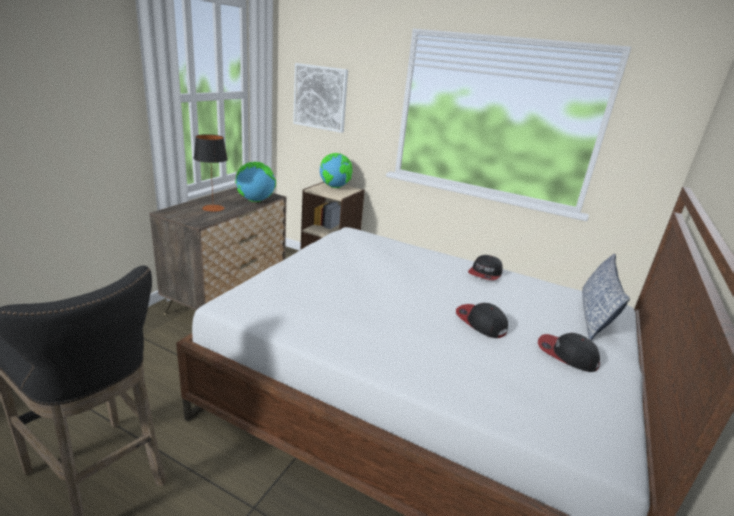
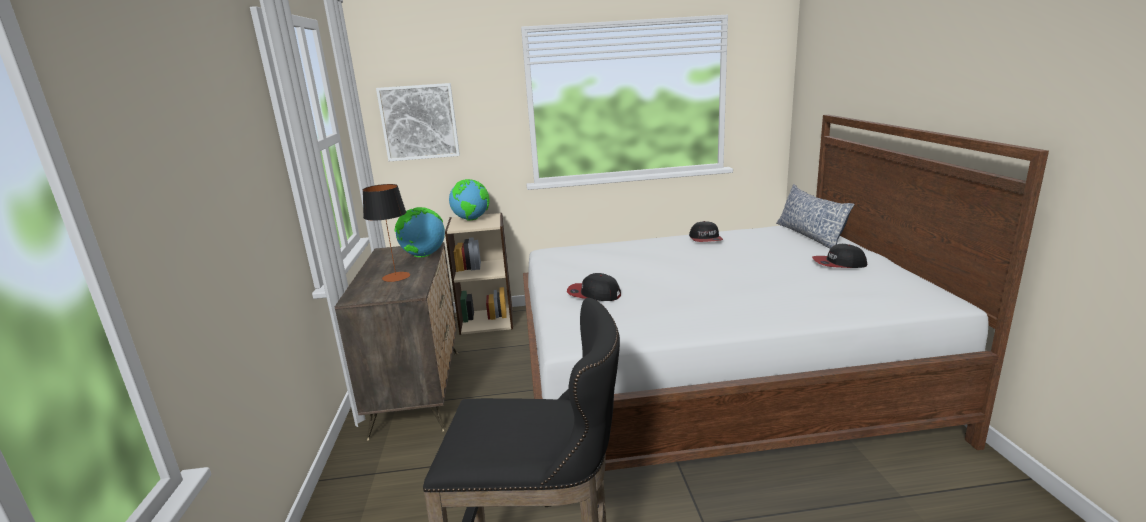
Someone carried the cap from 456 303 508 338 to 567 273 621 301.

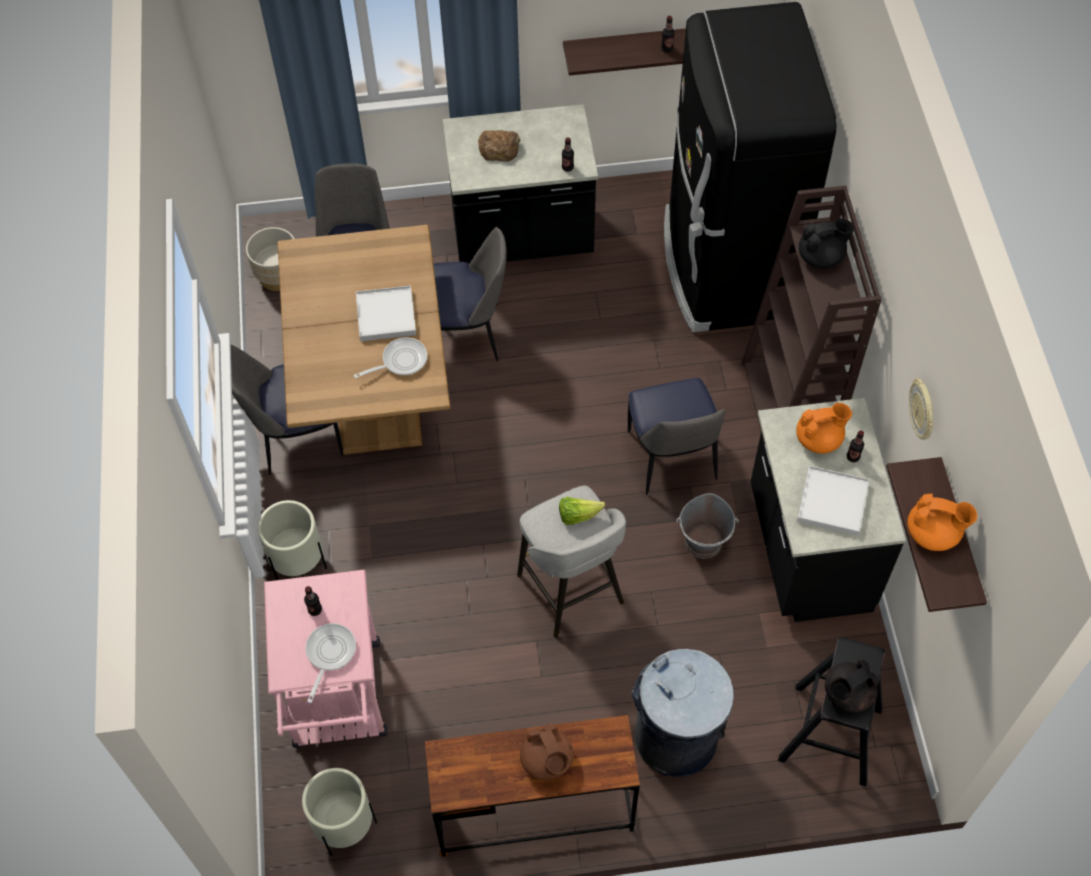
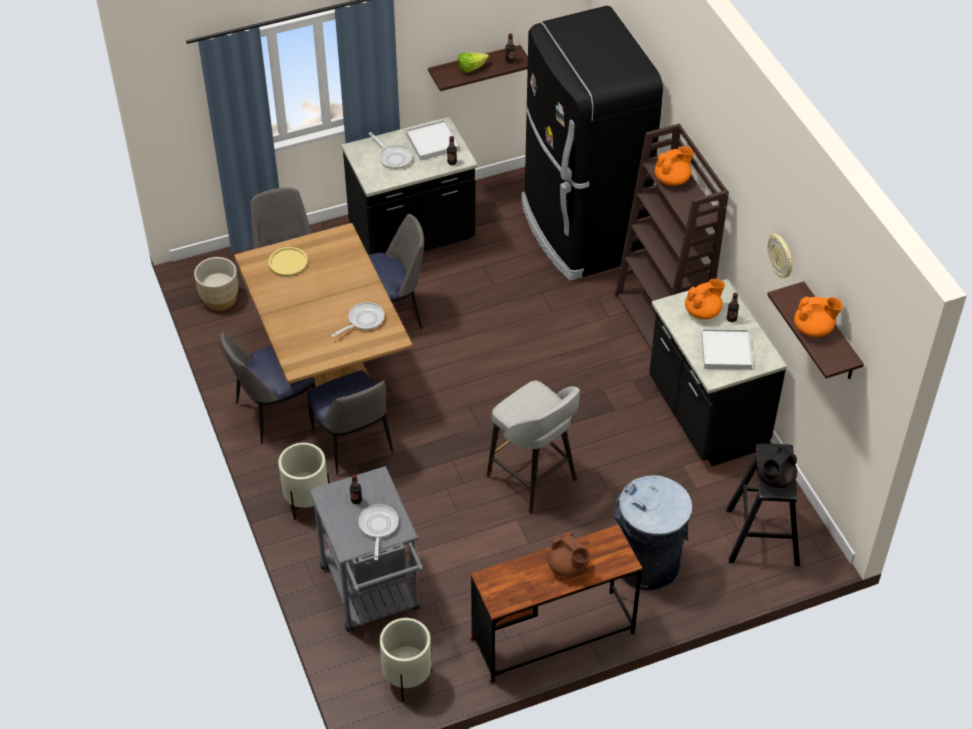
Someone repainted the cart (pink) at 264 569 387 748, which became the cart (grey) at 309 466 423 632.
Someone carried the tray (white) from 356 286 416 341 to 406 120 460 161.
Someone swapped the bread at 478 130 520 162 for the frying pan at 369 132 412 169.
Someone carried the lettuce from 559 497 605 525 to 458 53 489 73.
Someone carried the chair from 628 378 725 495 to 306 370 393 475.
Someone took away the bucket (grey) at 676 493 739 558.
Someone repainted the teapot (black) at 799 218 854 269, which became the teapot (orange) at 655 146 694 186.
Someone put down the plate (yellow) at 269 247 308 277.

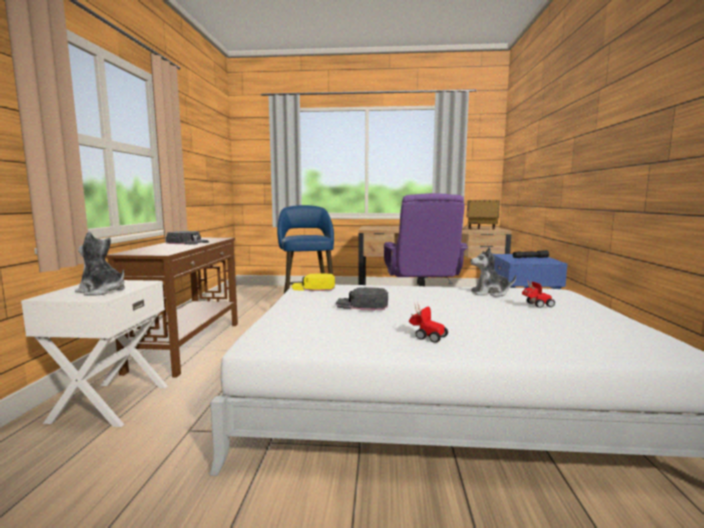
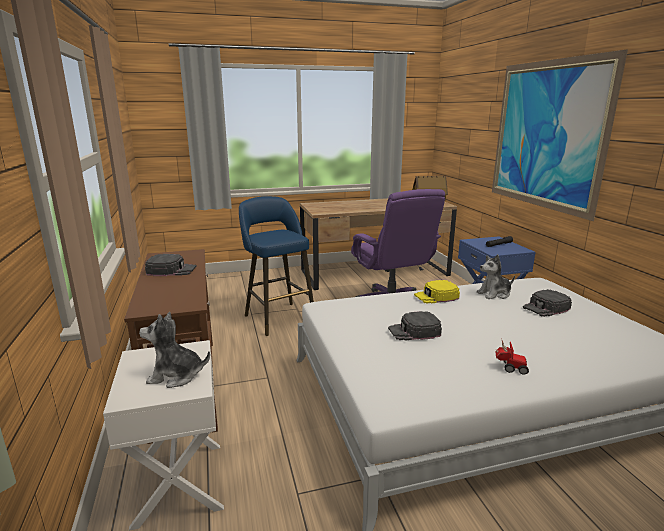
Someone carried the cap (yellow) from 292 273 335 291 to 414 280 460 304.
Someone swapped the toy car at 522 280 555 308 for the cap (black) at 523 289 572 317.
Someone put up the picture at 492 49 628 221.

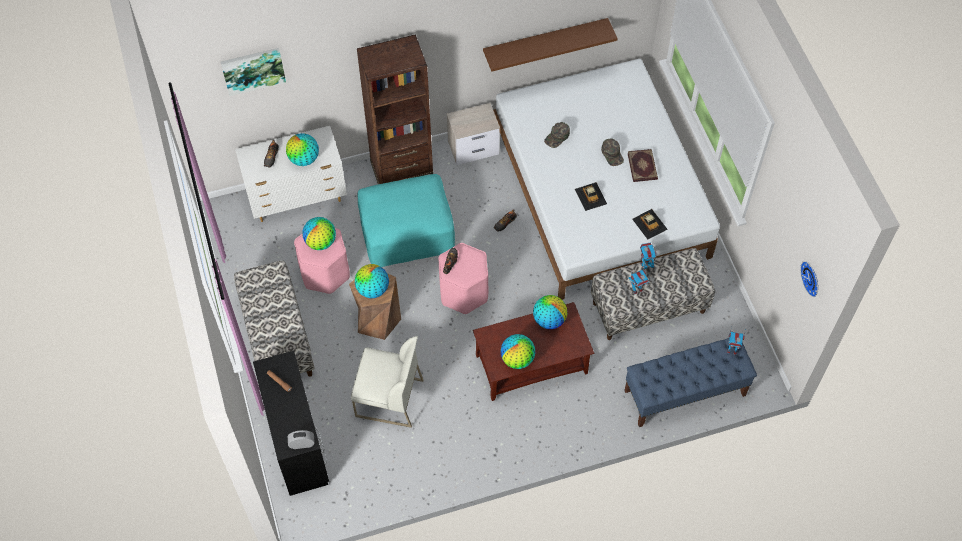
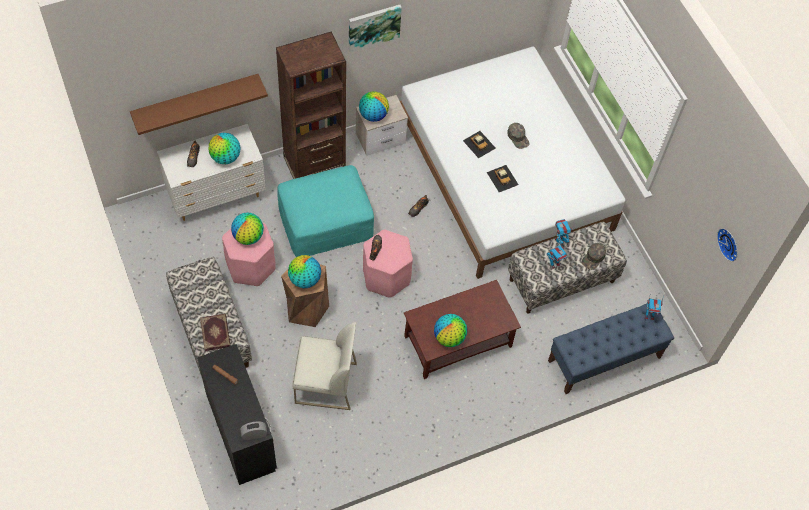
Someone carried the picture from 221 48 286 96 to 349 5 402 53.
Someone carried the shelf (brown) from 483 18 618 72 to 130 74 268 135.
Someone carried the globe from 533 295 567 329 to 359 91 389 122.
Someone carried the cap (green) from 544 122 570 148 to 582 243 606 270.
Someone carried the book from 628 149 658 182 to 200 314 231 351.
Someone carried the toy car from 632 209 668 239 to 463 131 496 158.

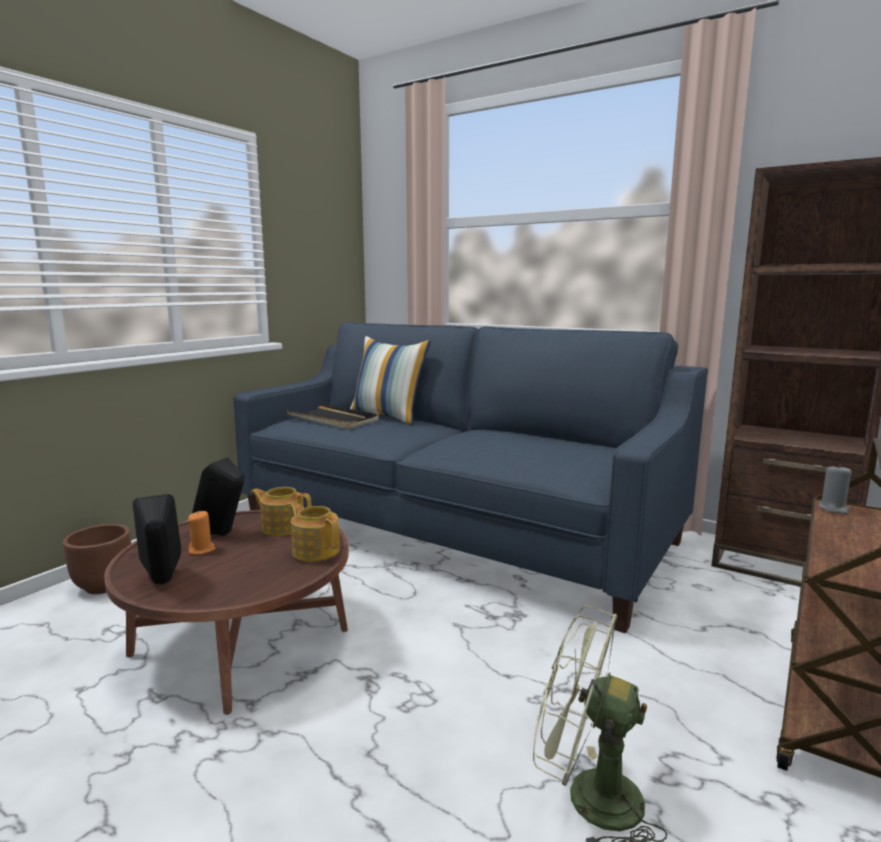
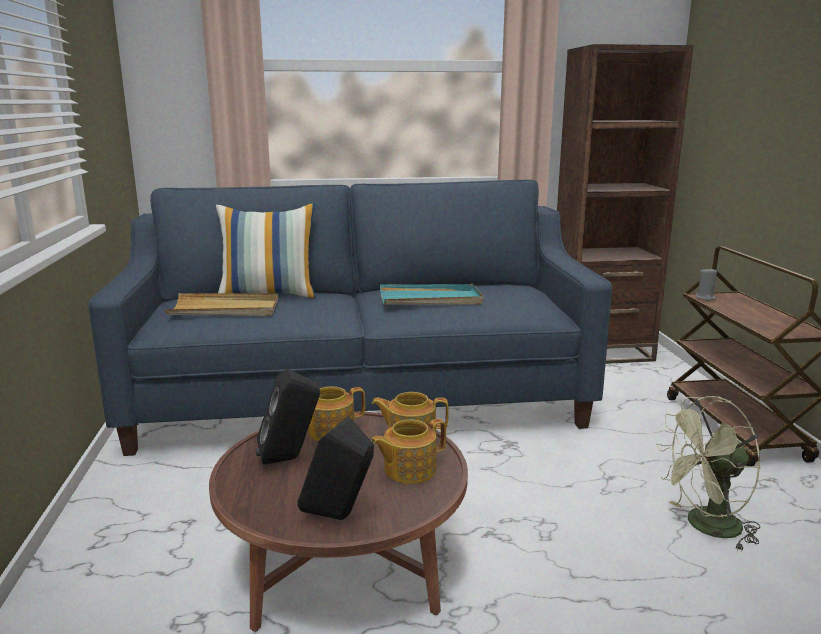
Someone took away the planter (brown) at 63 524 131 594.
Someone took away the candle (orange) at 188 511 215 555.
Someone repainted the tray (black) at 286 403 379 429, which became the tray (beige) at 164 293 278 316.
Someone put down the teapot at 371 419 446 484.
Someone put down the tray (turquoise) at 380 284 483 305.

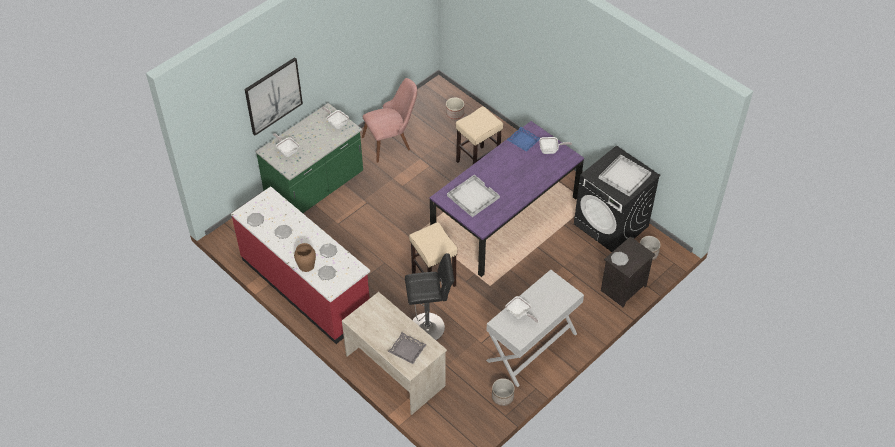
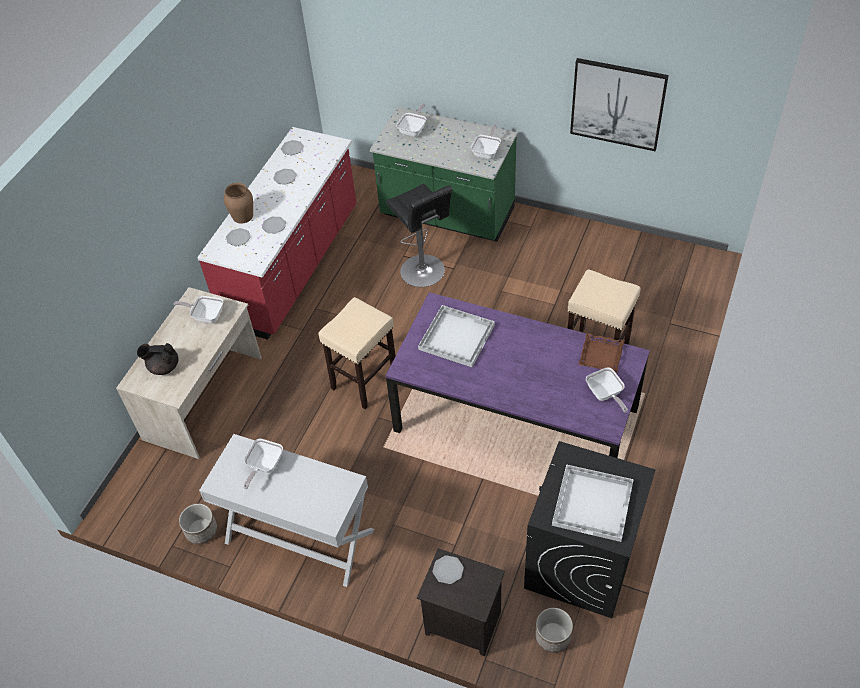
Someone carried the picture from 245 57 303 135 to 570 58 669 151.
Someone took away the chair (pink) at 362 78 417 163.
Someone swapped the tray (grey) at 388 333 427 364 for the teapot (black) at 137 343 178 375.
Someone carried the stool (black) from 405 253 454 340 to 386 184 453 287.
Someone took away the planter at 446 98 464 120.
Someone repainted the tray (blue) at 507 127 540 152, which became the tray (brown) at 578 333 625 373.
Someone put down the frying pan at 174 296 223 324.

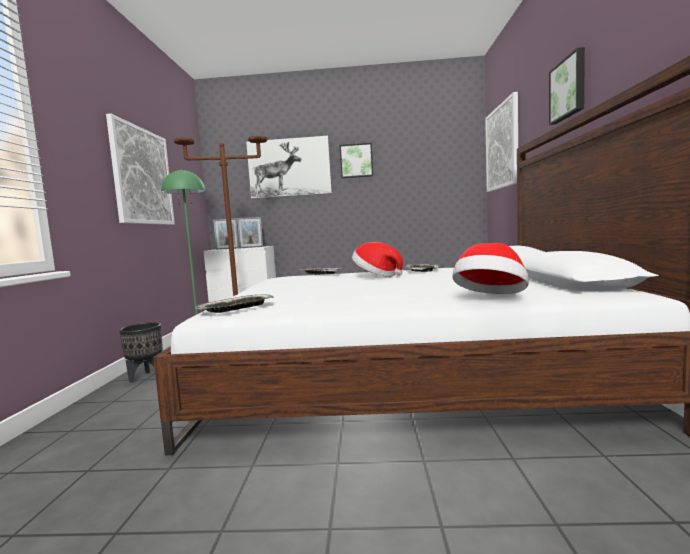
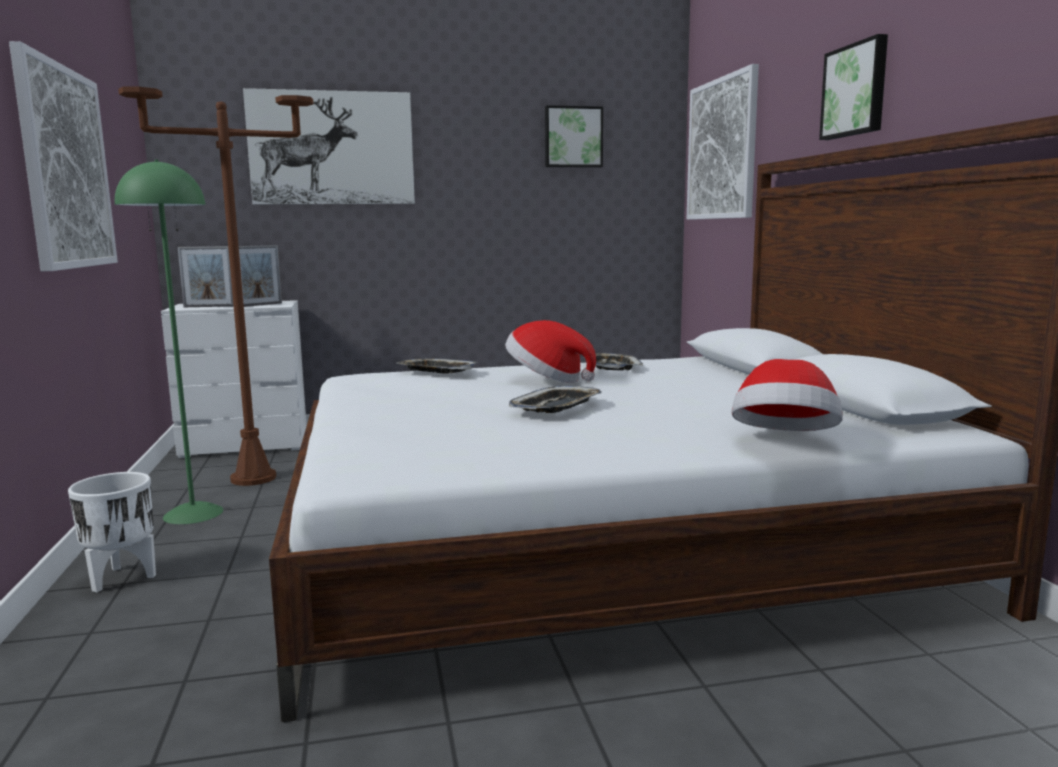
Someone repainted the planter (black) at 119 322 163 383, which became the planter (white) at 68 472 156 592.
Someone carried the tray from 195 294 274 313 to 509 386 602 413.
Someone carried the picture from 340 143 373 178 to 545 105 603 168.

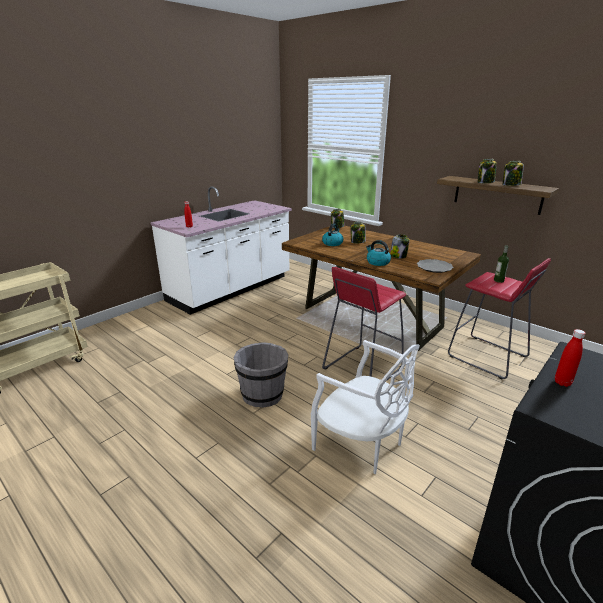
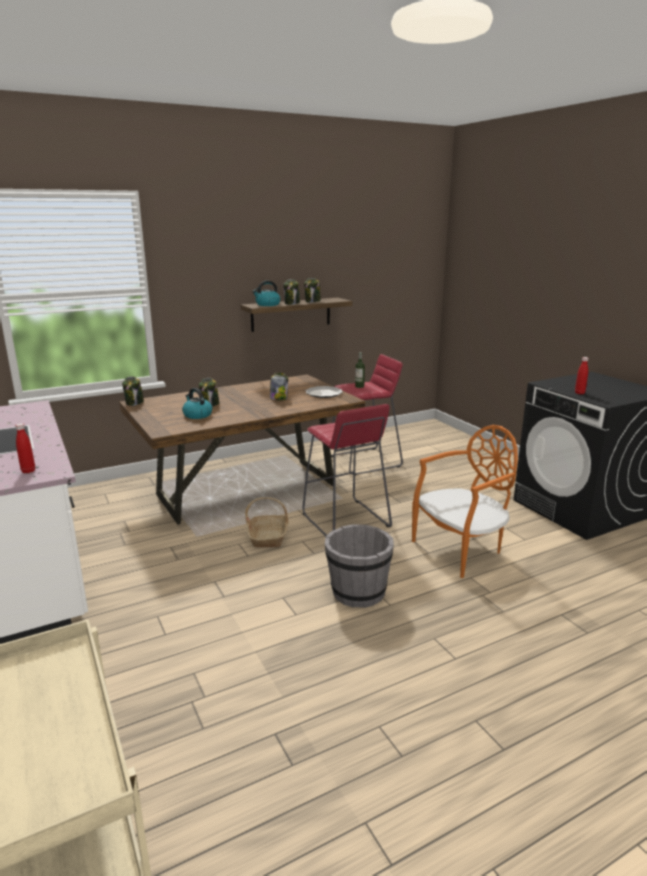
Someone repainted the chair (white) at 311 340 420 474, which became the chair (orange) at 412 425 518 578.
Someone carried the kettle from 366 240 391 266 to 252 281 280 306.
Someone put down the basket at 245 497 288 547.

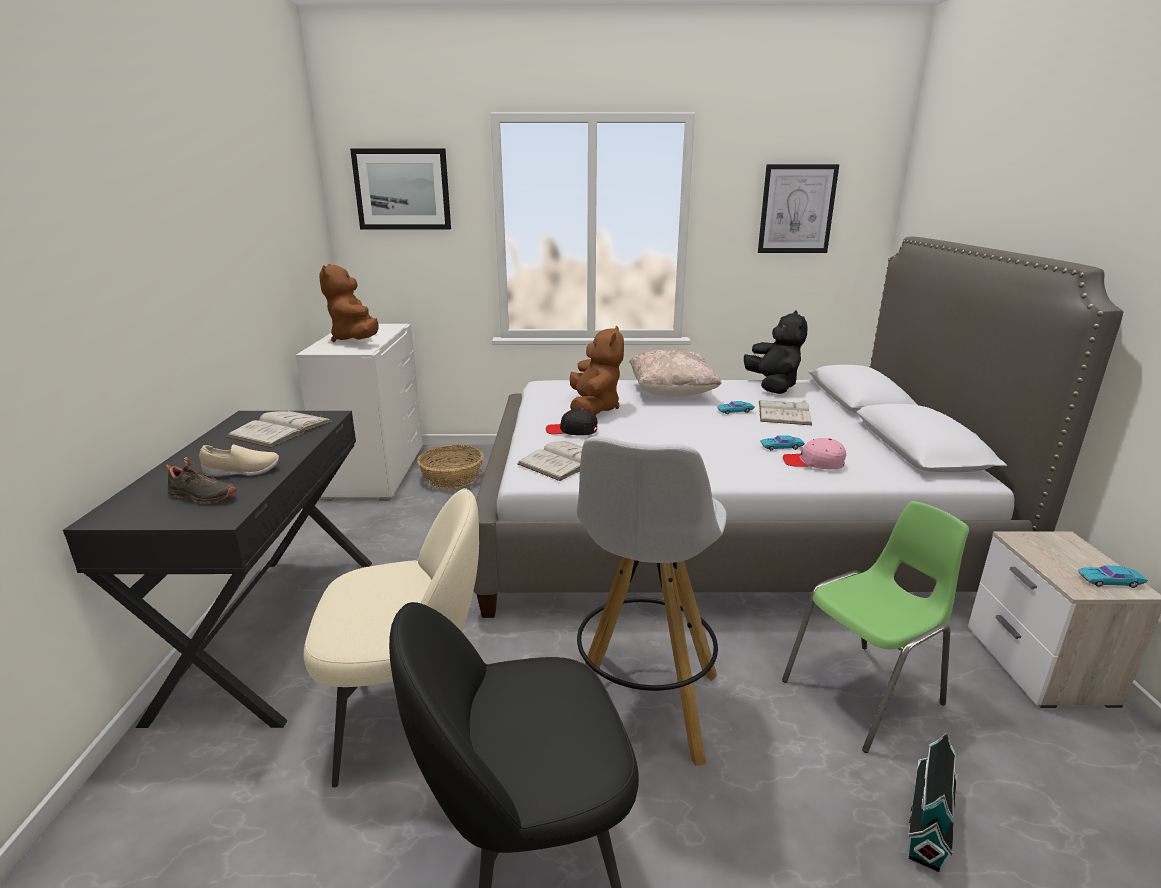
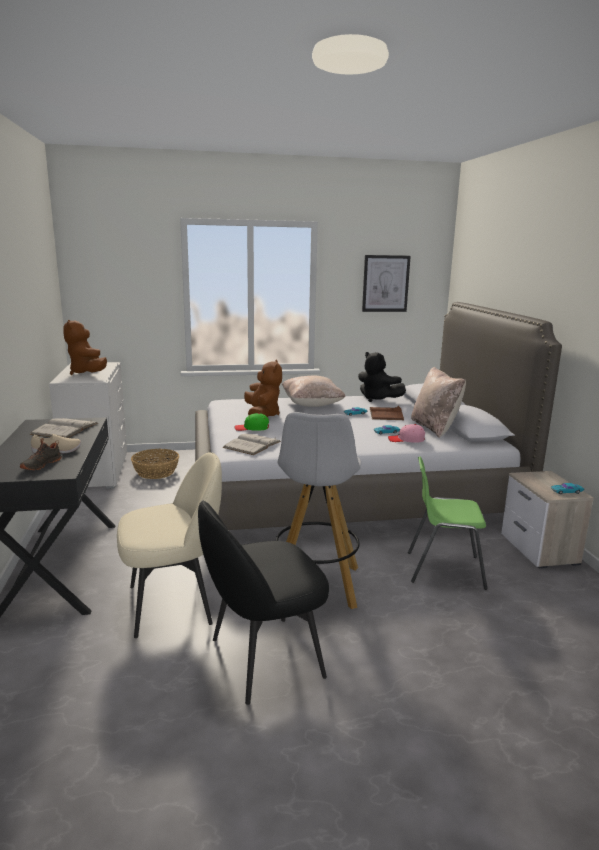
Someone rotated the shoe (black) at 166 457 237 504 by 105 degrees clockwise.
Someone took away the picture at 350 148 451 229.
Someone repainted the cap (black) at 546 408 598 436, which became the cap (green) at 234 413 269 431.
Someone rotated the plush toy (black) at 744 311 808 394 by 150 degrees clockwise.
Someone repainted the book (white) at 759 400 812 425, which became the book (brown) at 370 406 404 420.
Someone rotated the chair (green) at 782 501 969 753 by 135 degrees counterclockwise.
Someone took away the toy house at 908 732 958 872.
Someone put down the pillow (beige) at 411 367 466 438.

